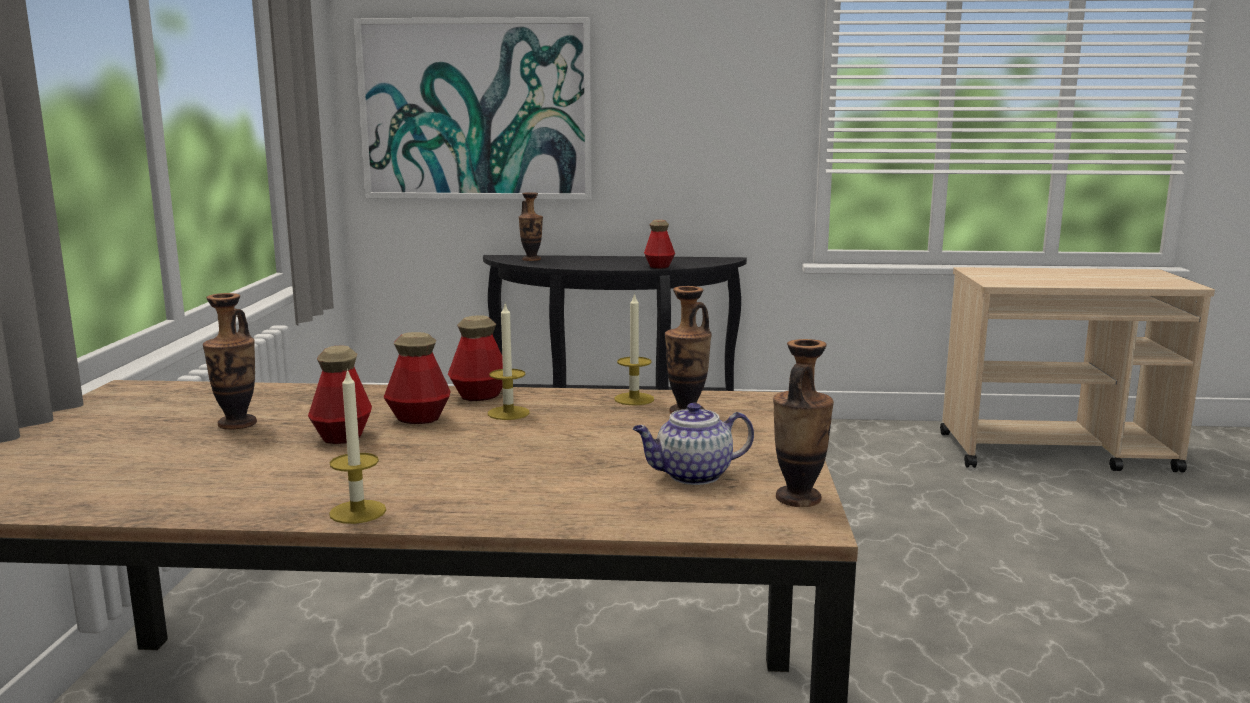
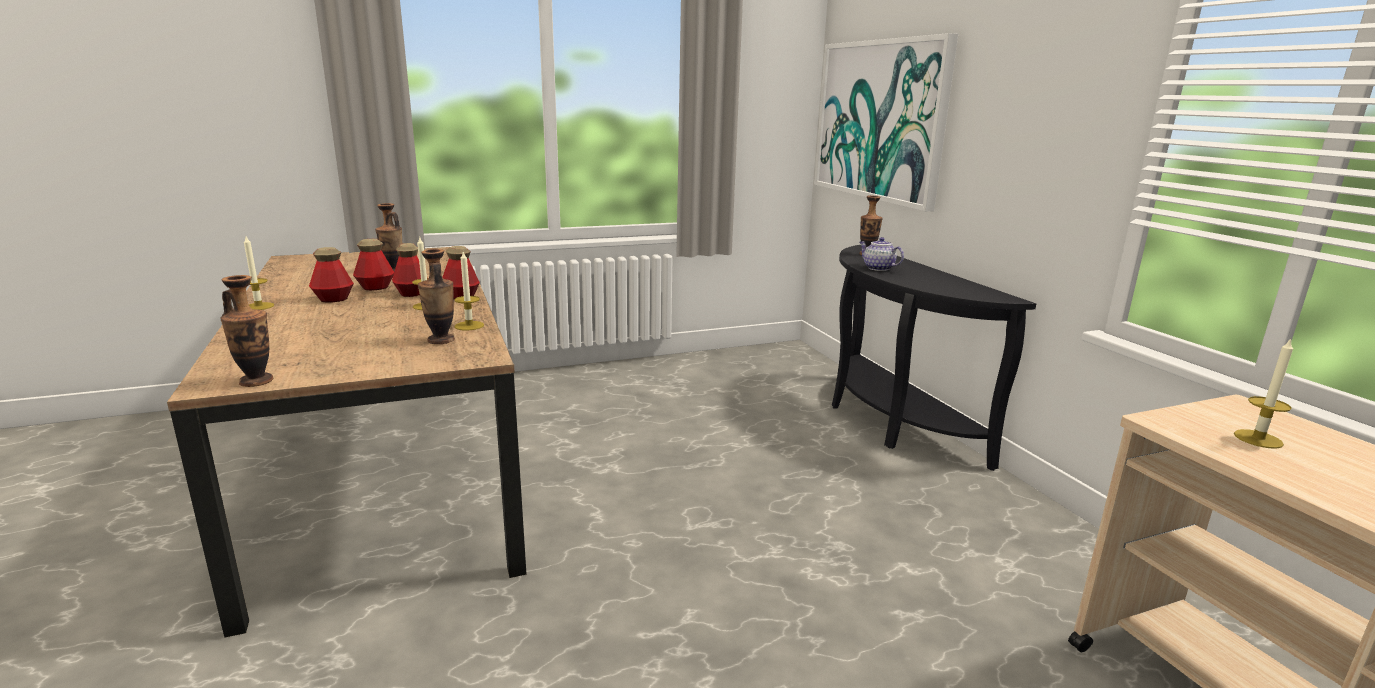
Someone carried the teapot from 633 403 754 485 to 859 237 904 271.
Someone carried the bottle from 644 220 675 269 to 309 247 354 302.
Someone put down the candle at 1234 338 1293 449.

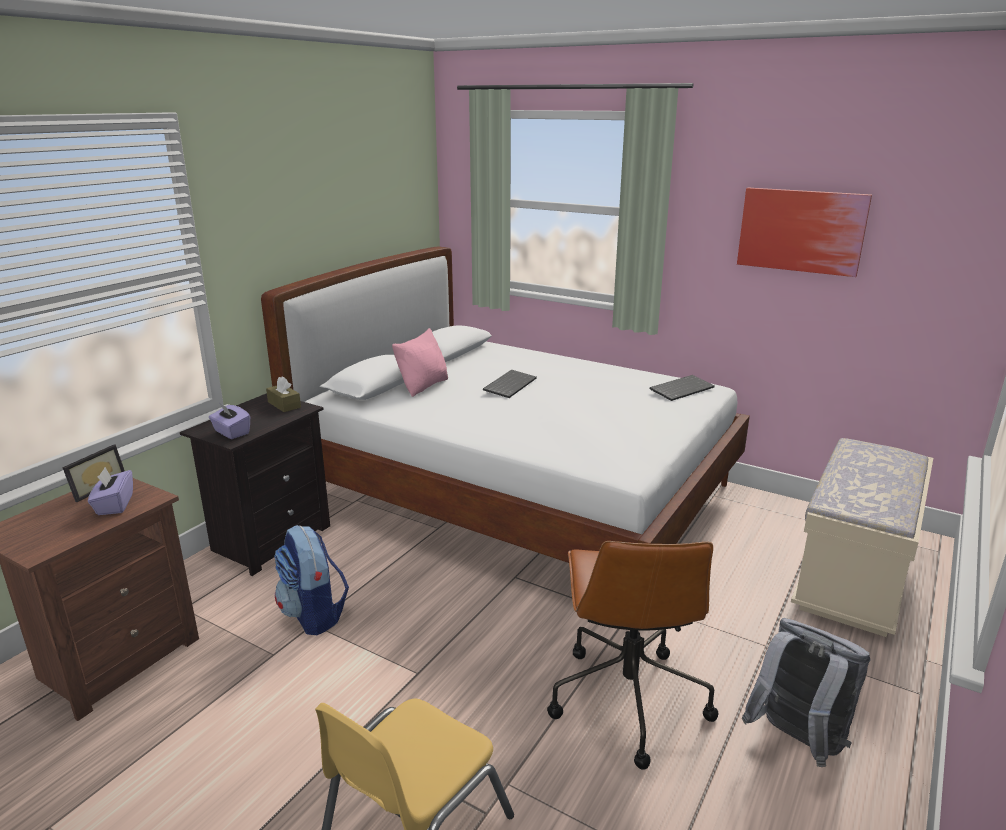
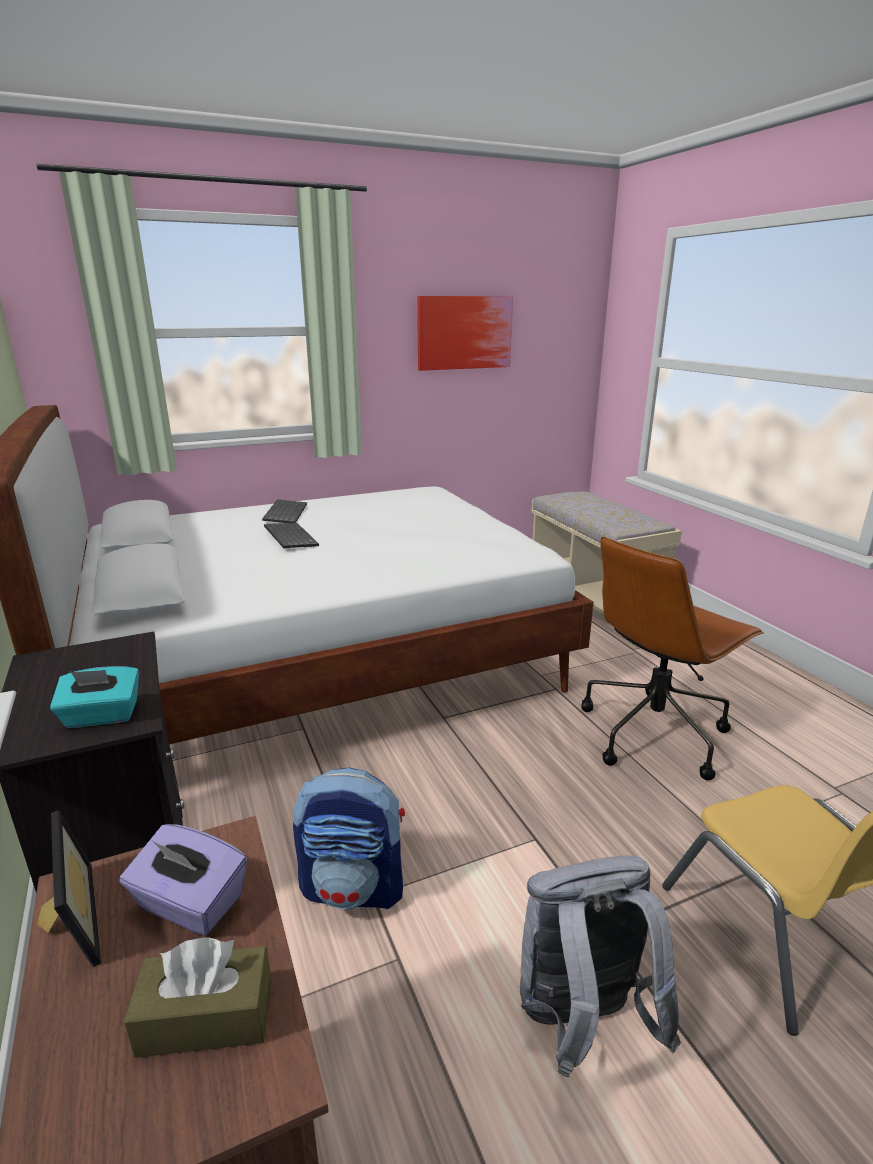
Someone repainted the tissue box (purple) at 209 404 250 439, which became the tissue box (turquoise) at 50 666 139 728.
Someone carried the tissue box (brown) from 266 376 301 412 to 124 937 271 1058.
Someone took away the pillow (pink) at 392 328 448 397.
Someone rotated the office chair (brown) at 547 541 718 770 by 105 degrees clockwise.
Someone carried the keyboard from 650 375 715 401 to 262 499 307 523.
Someone carried the backpack (grey) from 742 618 870 767 to 520 856 681 1077.

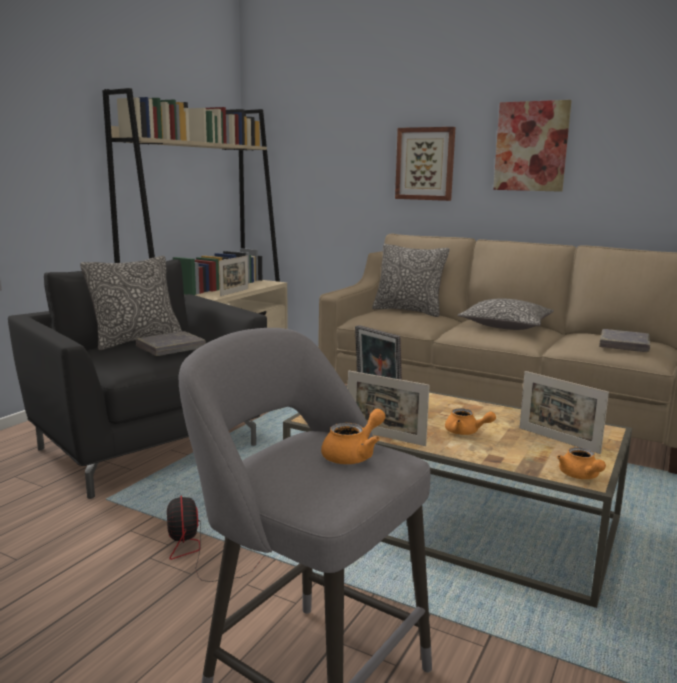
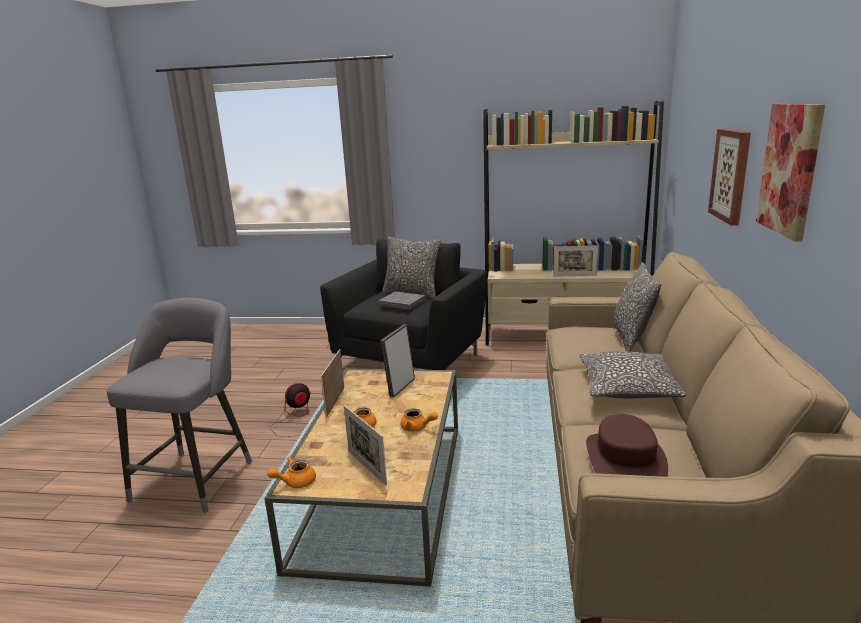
Someone carried the teapot (orange) from 321 409 386 464 to 400 409 438 432.
Someone rotated the picture frame at 519 371 609 454 by 60 degrees counterclockwise.
Someone swapped the book (grey) at 599 329 650 352 for the hat (brown) at 586 414 668 477.

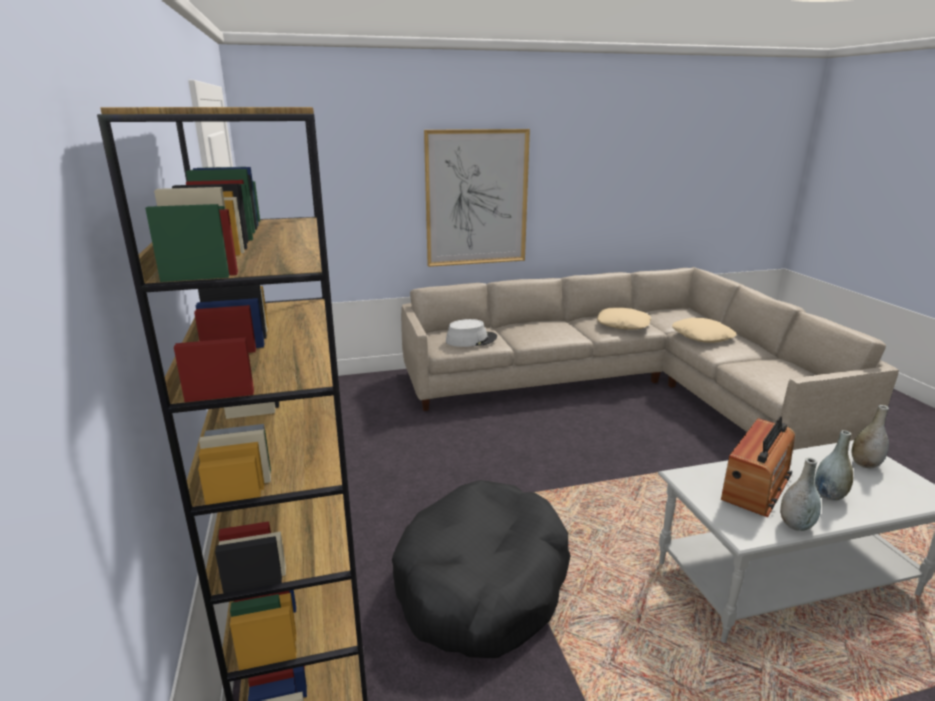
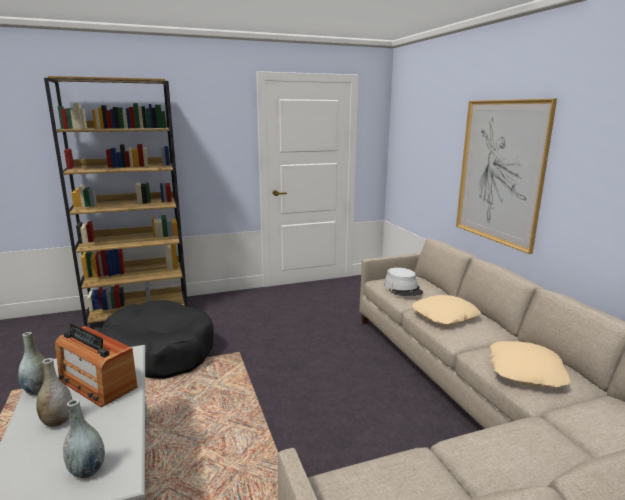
Someone carried the pillow (beige) from 672 318 737 343 to 412 295 481 325.

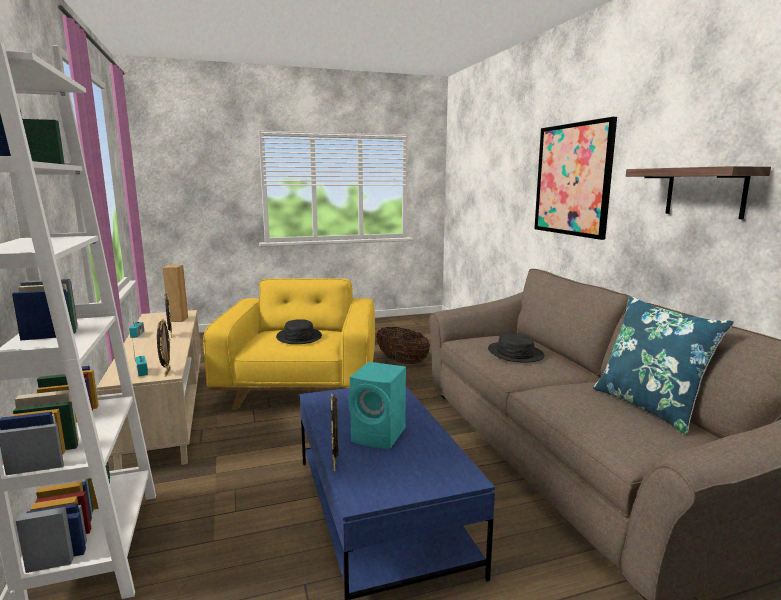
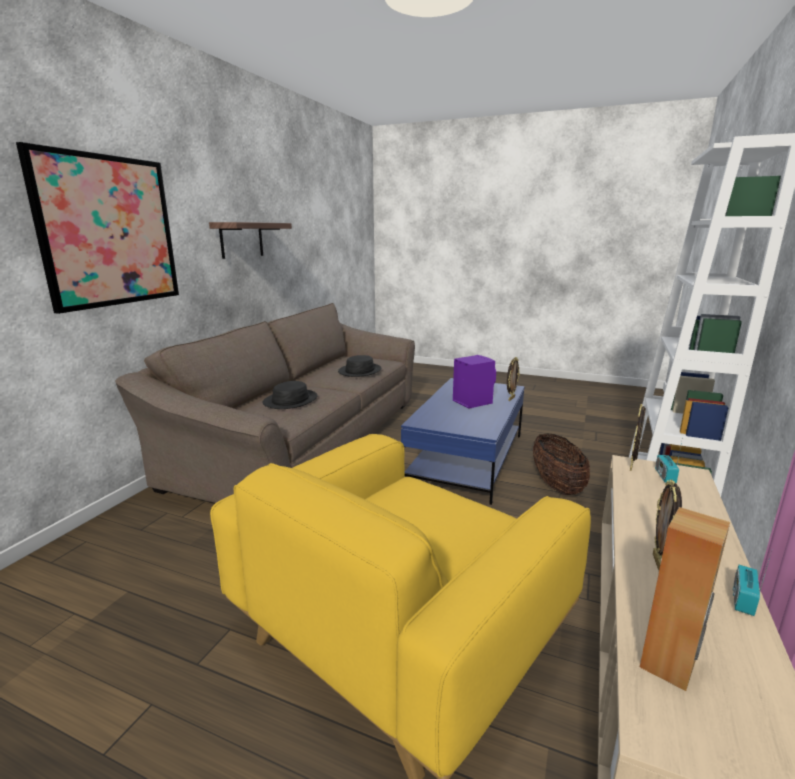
Someone carried the hat (black) from 276 319 322 344 to 338 355 381 377.
Someone repainted the speaker (turquoise) at 349 362 406 449, which became the speaker (purple) at 453 355 496 408.
Someone carried the basket from 376 327 430 364 to 533 434 590 495.
Someone took away the pillow (blue) at 593 296 734 435.

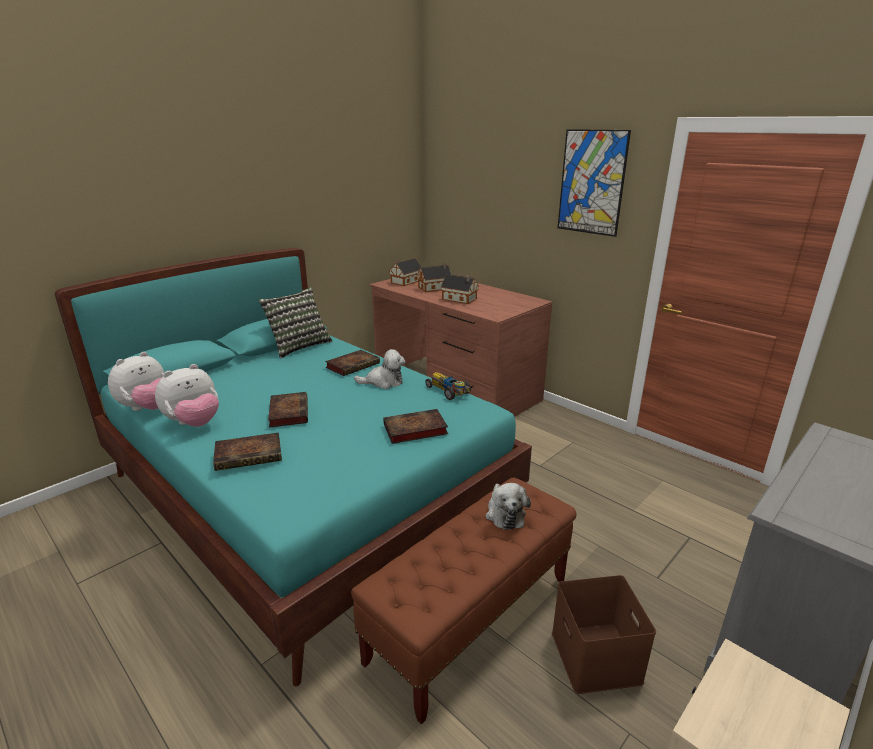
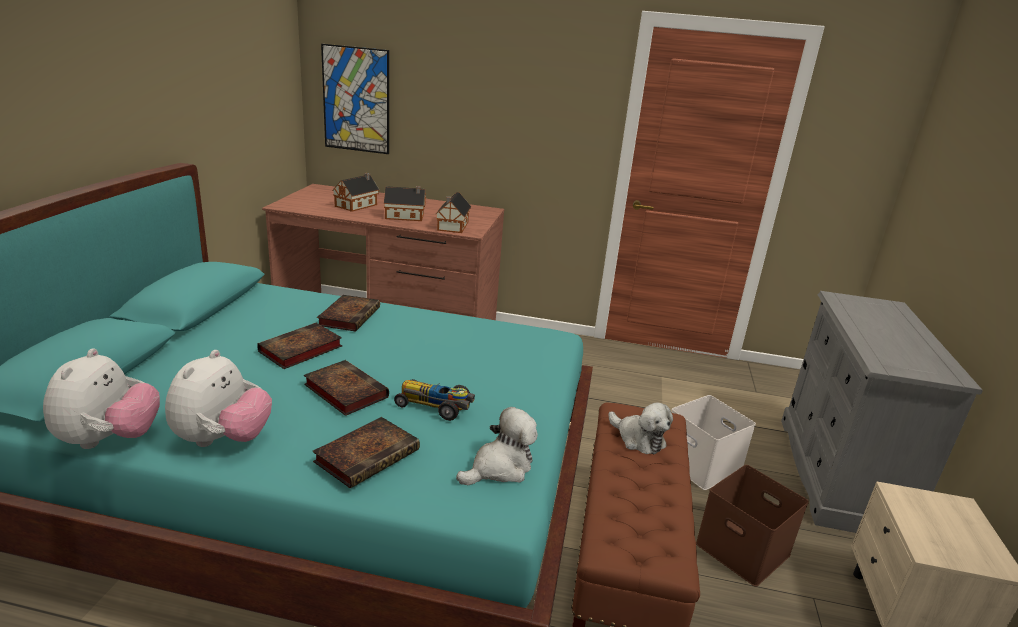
Someone took away the pillow at 259 287 333 358.
Someone carried the plush toy from 354 349 405 389 to 456 407 538 485.
Someone carried the book from 383 409 448 444 to 257 323 342 369.
Someone carried the toy house from 389 258 422 286 to 435 192 471 233.
Someone carried the toy car from 425 372 471 400 to 394 379 475 421.
Someone carried the picture from 558 129 631 237 to 321 44 389 154.
Someone put down the storage box (white) at 671 395 756 490.

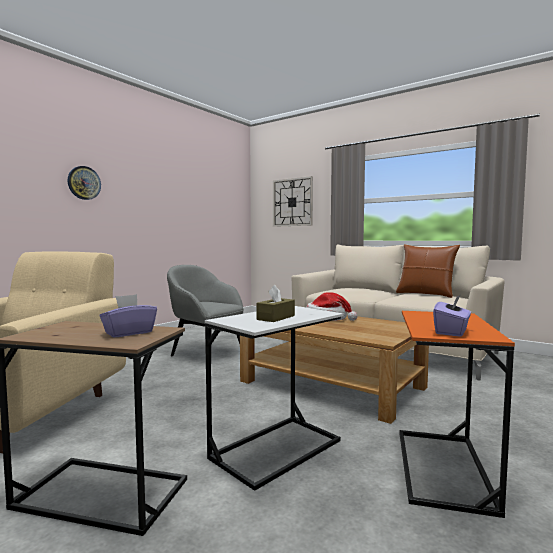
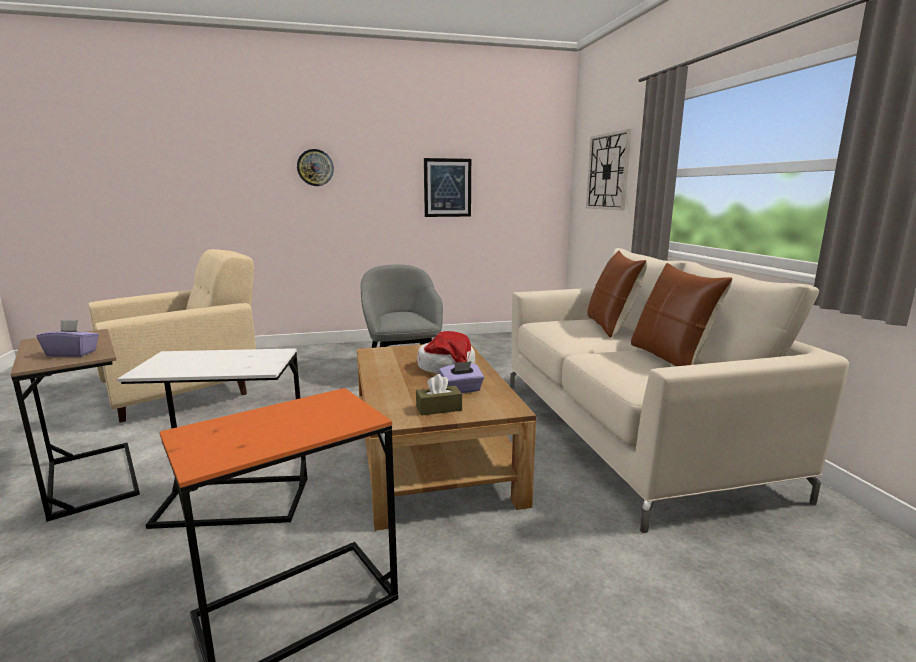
Someone carried the tissue box (brown) from 257 285 295 322 to 416 374 462 416.
Someone carried the tissue box (purple) from 433 295 471 337 to 439 361 484 393.
Someone put up the picture at 424 158 471 217.
Someone put down the pillow (brown) at 587 251 647 338.

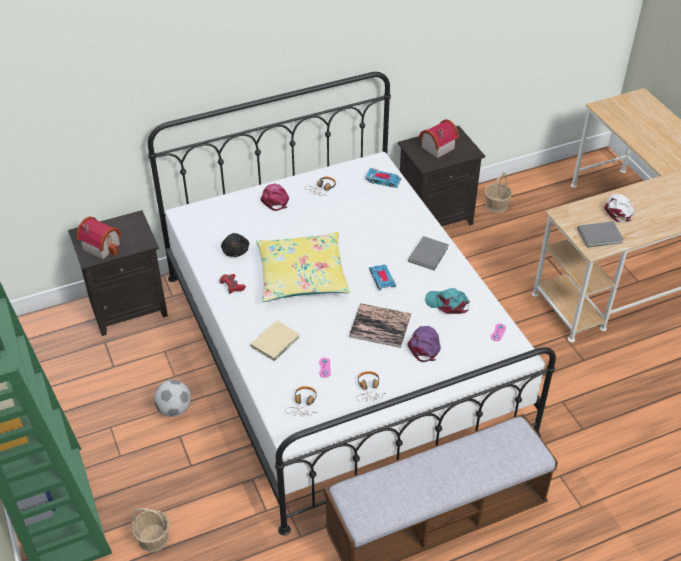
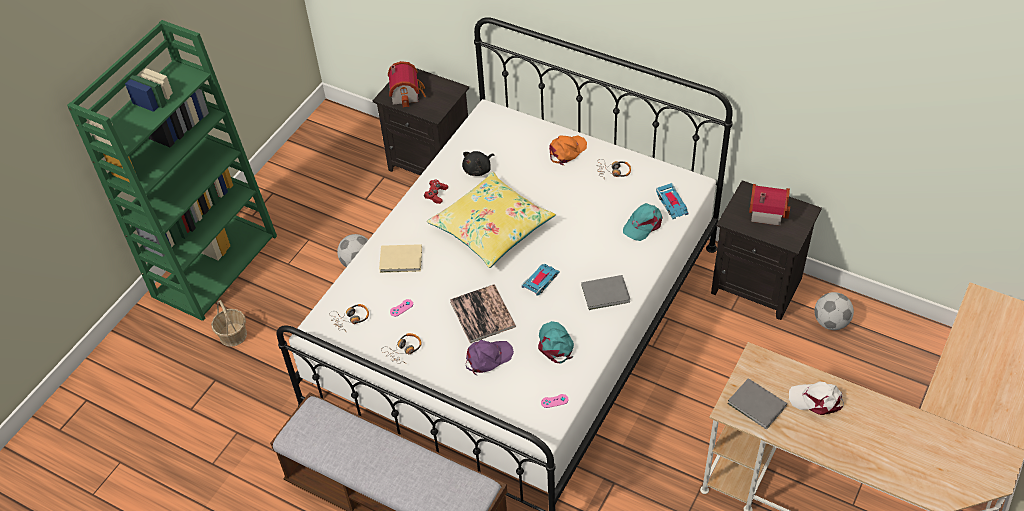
Someone repainted the cap (pink) at 260 183 289 211, which became the cap (orange) at 549 135 587 165.
Someone swapped the basket at 485 172 512 213 for the football at 814 292 854 330.
Someone rotated the cap (white) at 604 194 634 222 by 135 degrees counterclockwise.
Someone put down the cap (turquoise) at 623 203 663 241.

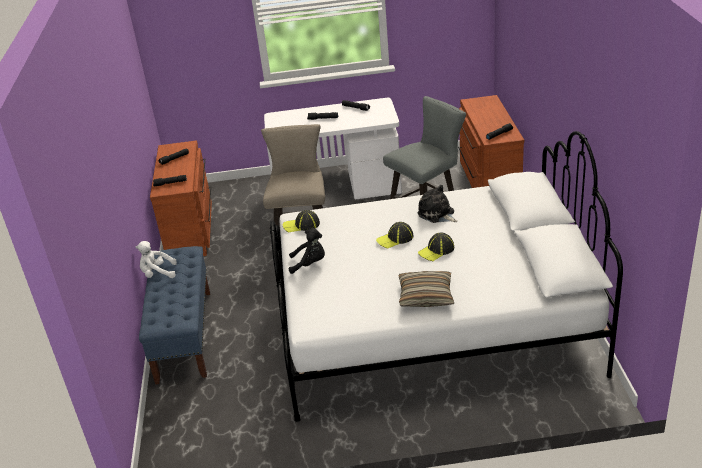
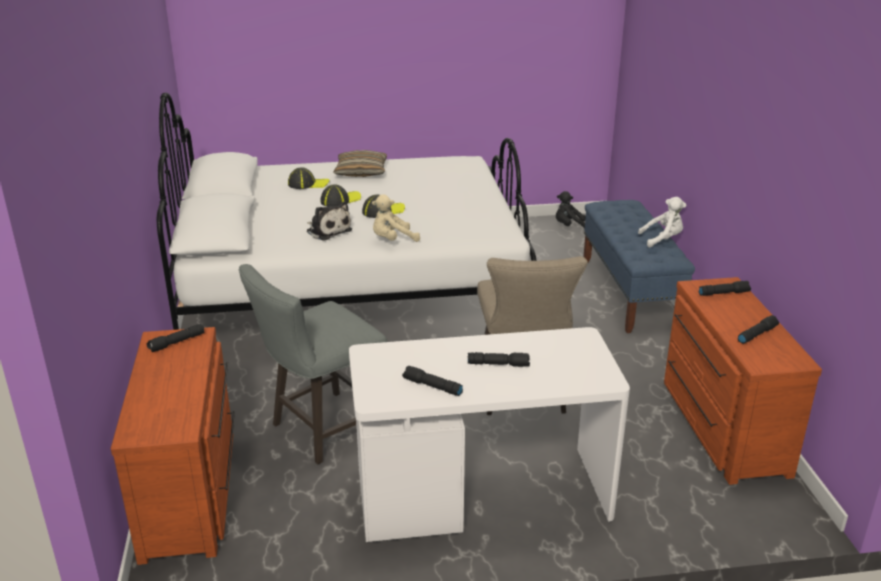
Someone carried the cap from 283 210 320 233 to 288 167 330 189.
Someone carried the plush toy (black) from 289 228 325 274 to 556 191 586 229.
Someone put down the plush toy (beige) at 372 194 420 242.

